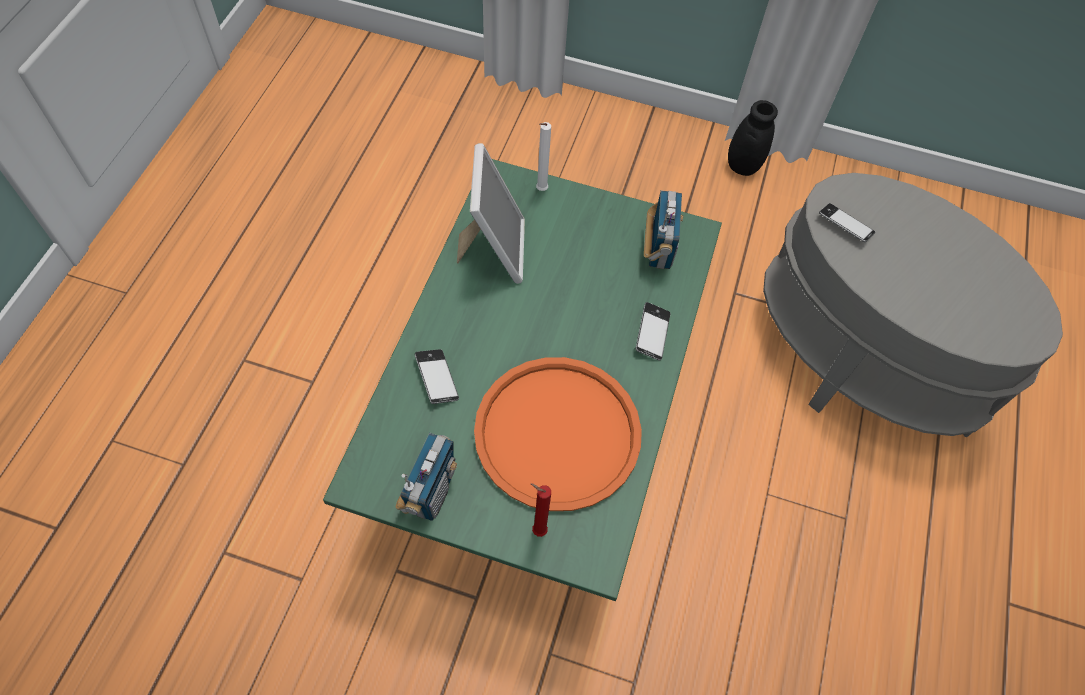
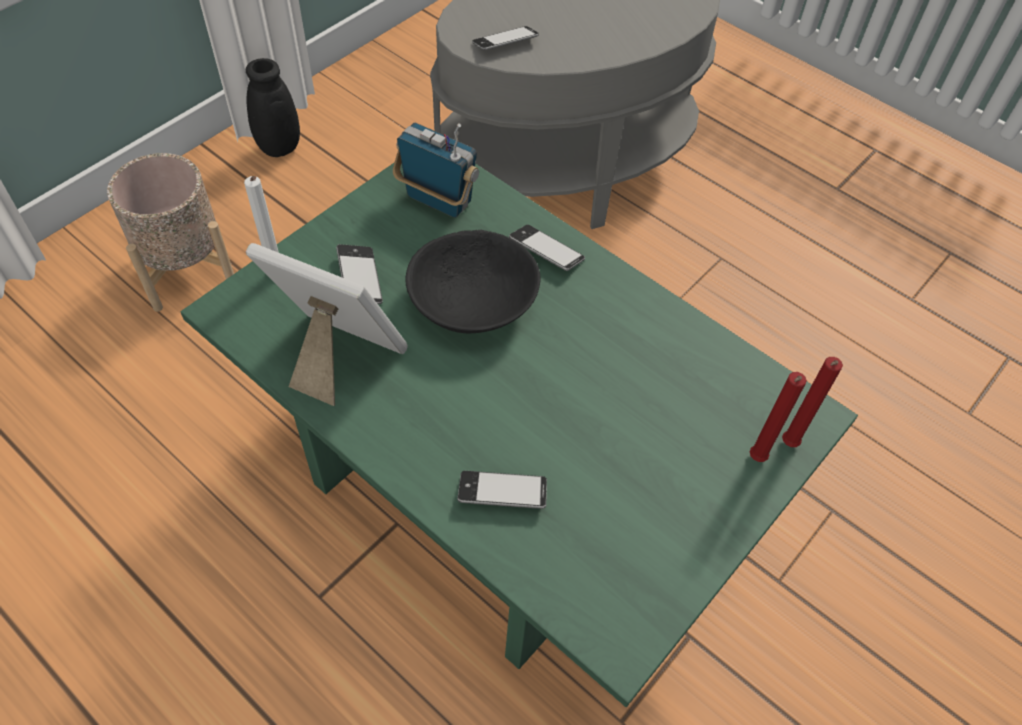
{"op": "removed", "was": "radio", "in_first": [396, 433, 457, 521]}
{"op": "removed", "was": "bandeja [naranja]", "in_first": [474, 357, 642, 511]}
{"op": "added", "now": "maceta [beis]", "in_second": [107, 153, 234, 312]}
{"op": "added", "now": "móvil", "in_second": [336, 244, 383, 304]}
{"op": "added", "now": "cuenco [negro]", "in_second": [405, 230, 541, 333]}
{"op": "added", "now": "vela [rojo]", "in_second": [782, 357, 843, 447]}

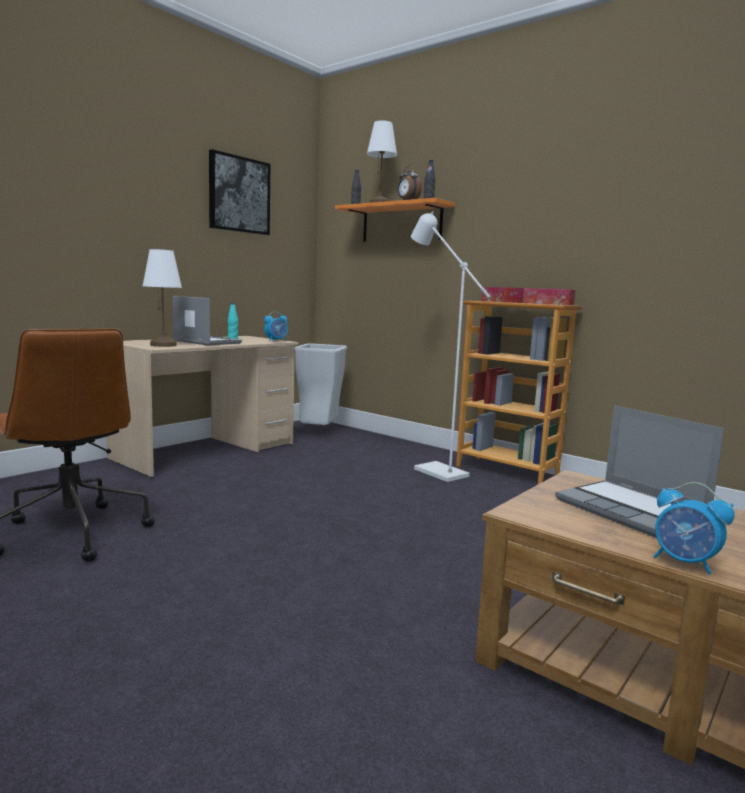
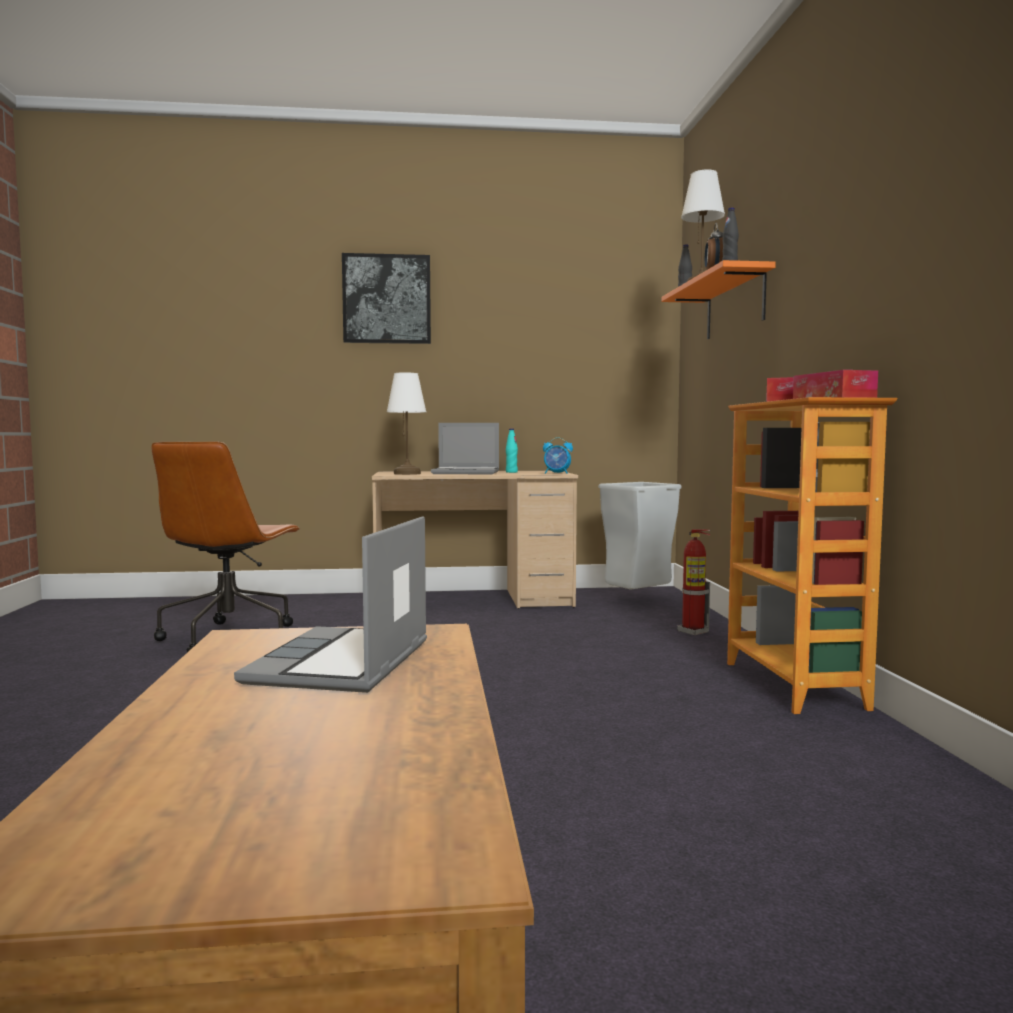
{"op": "removed", "was": "lámpara de pie [blanco]", "in_first": [411, 211, 491, 482]}
{"op": "removed", "was": "despertador", "in_first": [653, 482, 735, 575]}
{"op": "added", "now": "extintor", "in_second": [677, 529, 710, 635]}
{"op": "moved", "was": "cuadro", "in_first": [209, 149, 270, 235], "in_second": [342, 253, 431, 344]}
{"op": "turned", "was": "portátil", "in_first": [172, 296, 242, 346], "in_second": [431, 423, 499, 474], "clockwise": 105}

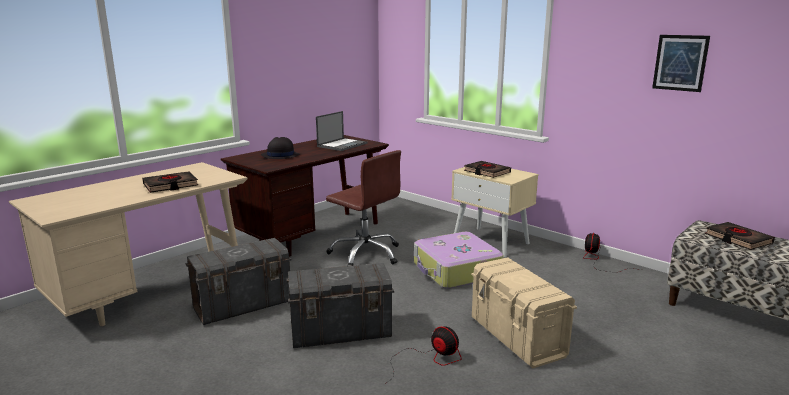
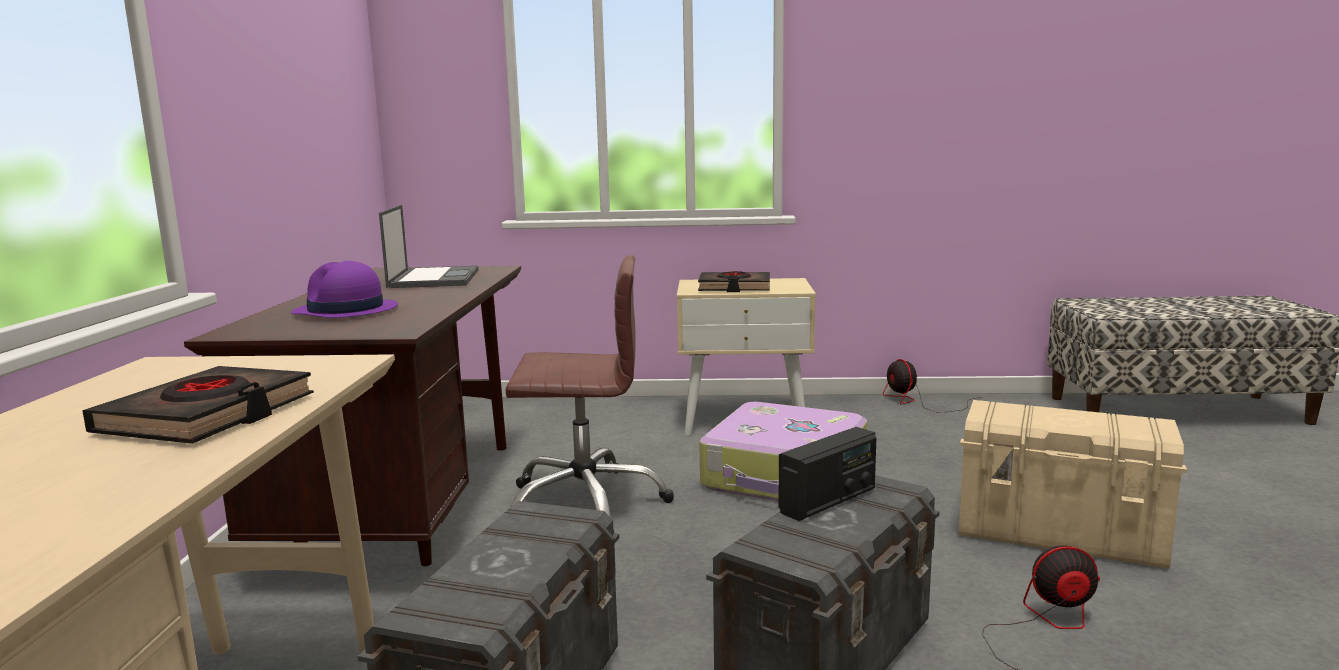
{"op": "removed", "was": "cuadro", "in_first": [652, 35, 710, 92]}
{"op": "removed", "was": "libro [negro]", "in_first": [705, 222, 775, 250]}
{"op": "added", "now": "radio", "in_second": [778, 427, 876, 521]}
{"op": "recoloured", "was": "sombrero [negro]", "now": "sombrero [morado]", "in_first": [261, 137, 299, 159], "in_second": [291, 261, 398, 318]}

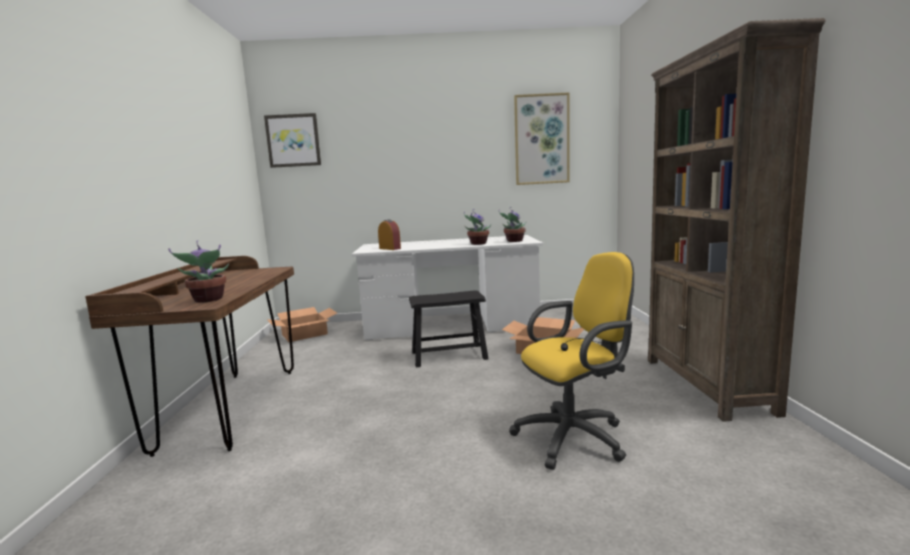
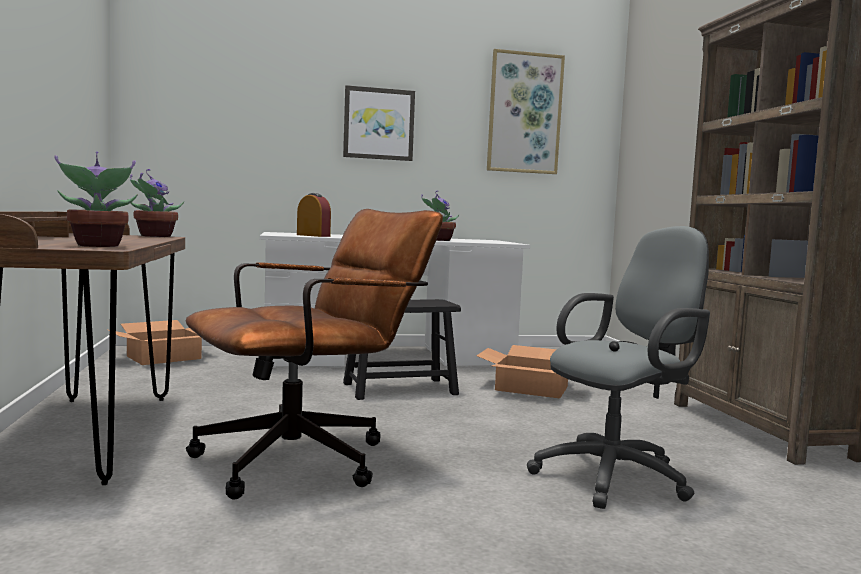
{"op": "added", "now": "silla de oficina [marrón]", "in_second": [186, 209, 443, 500]}
{"op": "moved", "was": "cuadro", "in_first": [264, 113, 321, 168], "in_second": [343, 85, 415, 161]}
{"op": "moved", "was": "planta en maceta", "in_first": [499, 209, 526, 242], "in_second": [130, 169, 184, 237]}
{"op": "recoloured", "was": "silla de oficina [amarillo]", "now": "silla de oficina [gris]", "in_first": [509, 252, 634, 470], "in_second": [527, 226, 710, 509]}

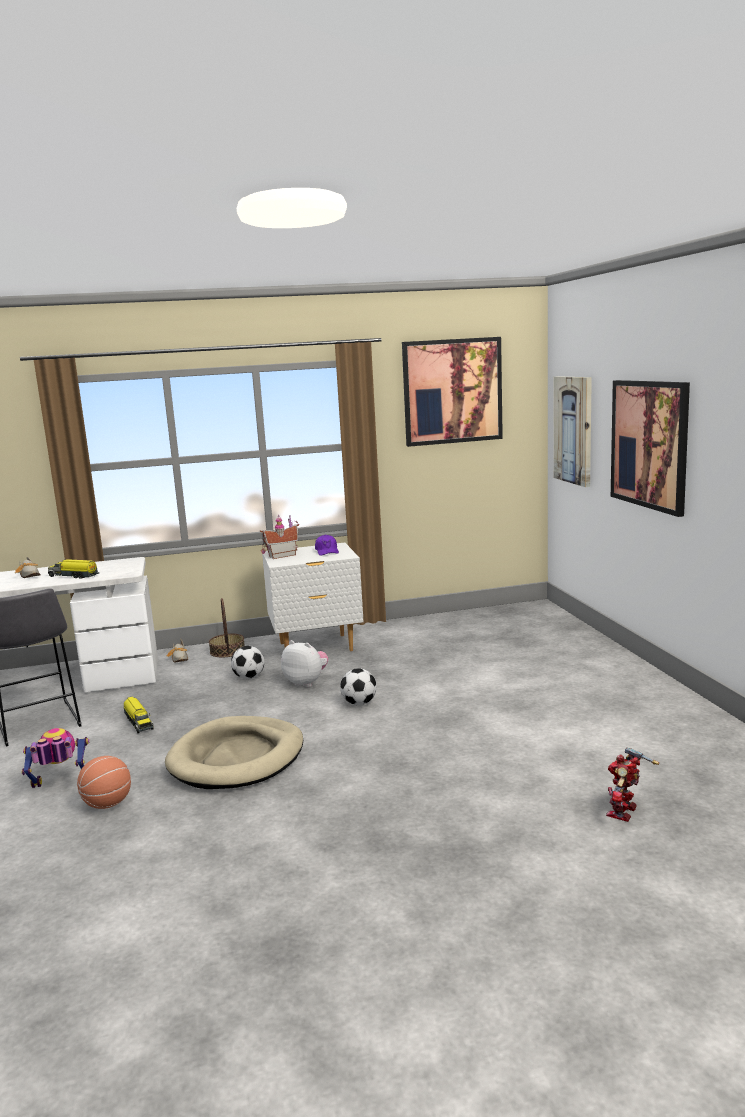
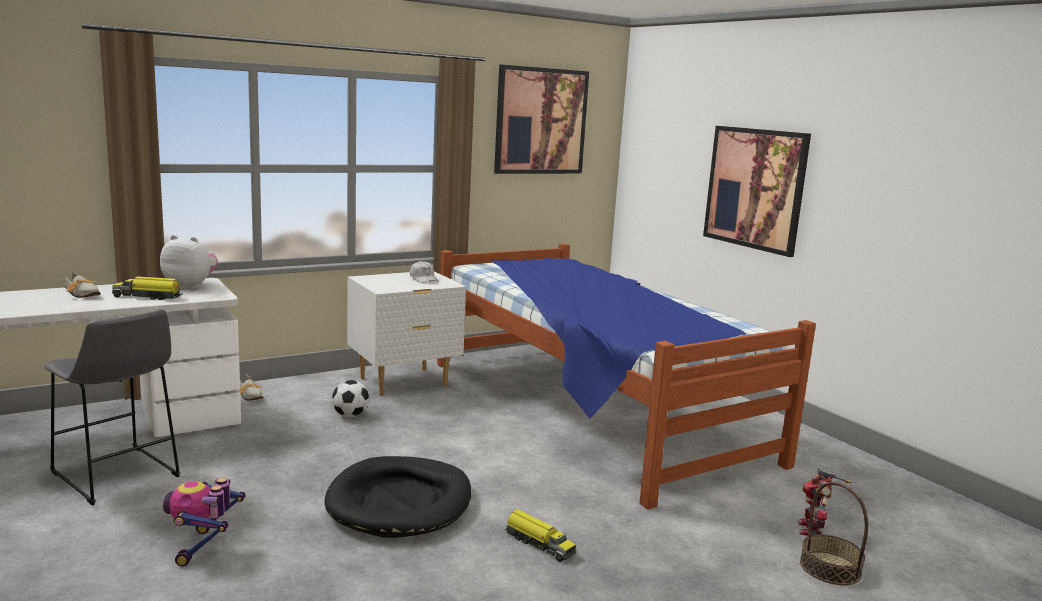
{"op": "removed", "was": "balón de baloncesto", "in_first": [77, 756, 131, 809]}
{"op": "removed", "was": "casita", "in_first": [260, 515, 299, 559]}
{"op": "removed", "was": "balón de fútbol", "in_first": [340, 668, 377, 705]}
{"op": "removed", "was": "cuadro", "in_first": [553, 376, 592, 487]}
{"op": "added", "now": "cama", "in_second": [437, 243, 816, 510]}
{"op": "moved", "was": "camión de juguete", "in_first": [124, 696, 154, 733], "in_second": [505, 509, 576, 562]}
{"op": "moved", "was": "cesta", "in_first": [209, 598, 245, 658], "in_second": [800, 482, 868, 585]}
{"op": "moved", "was": "peluche", "in_first": [281, 640, 328, 688], "in_second": [160, 235, 218, 290]}
{"op": "recoloured", "was": "cama para perro [beis]", "now": "cama para perro [negro]", "in_first": [165, 716, 303, 789], "in_second": [325, 456, 471, 538]}
{"op": "recoloured", "was": "gorra [morado]", "now": "gorra [blanco]", "in_first": [315, 534, 339, 556], "in_second": [410, 261, 439, 283]}
{"op": "turned", "was": "robot de juguete", "in_first": [21, 728, 89, 788], "in_second": [163, 478, 246, 566], "clockwise": -60}

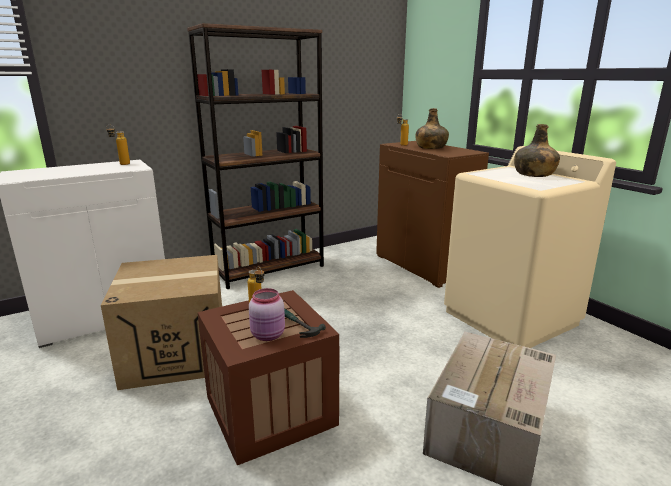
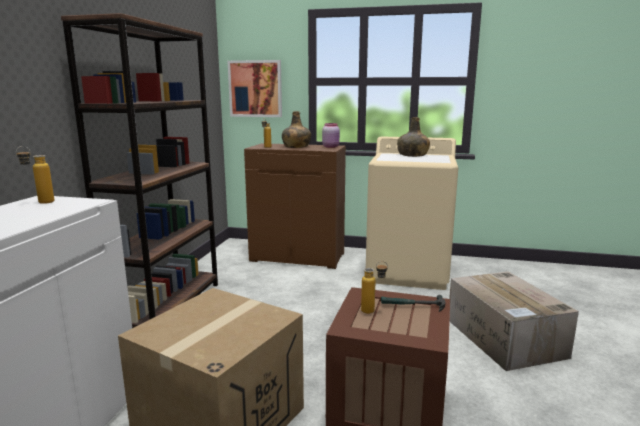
{"op": "added", "now": "cuadro", "in_second": [227, 60, 282, 117]}
{"op": "moved", "was": "tarro [rosa]", "in_first": [249, 288, 285, 341], "in_second": [322, 123, 340, 148]}

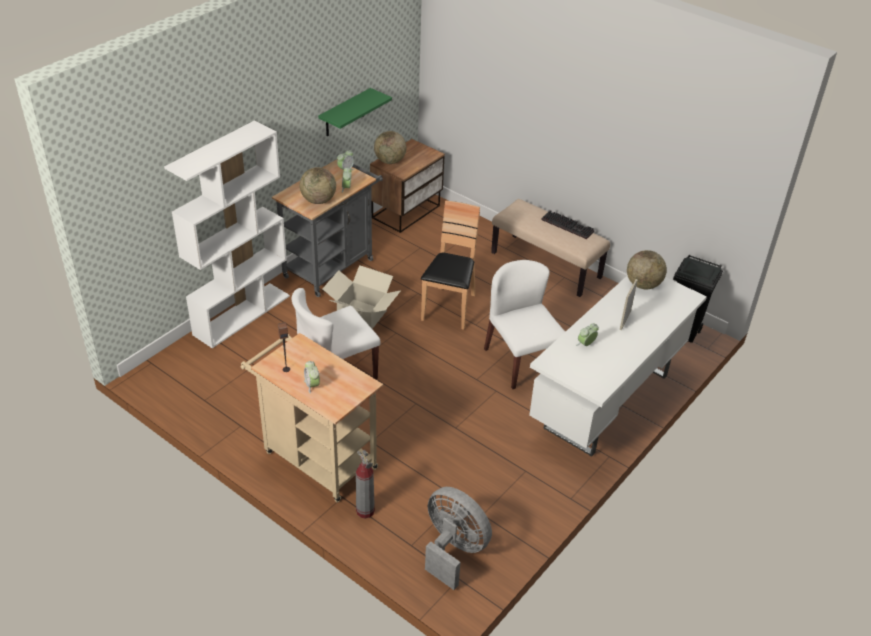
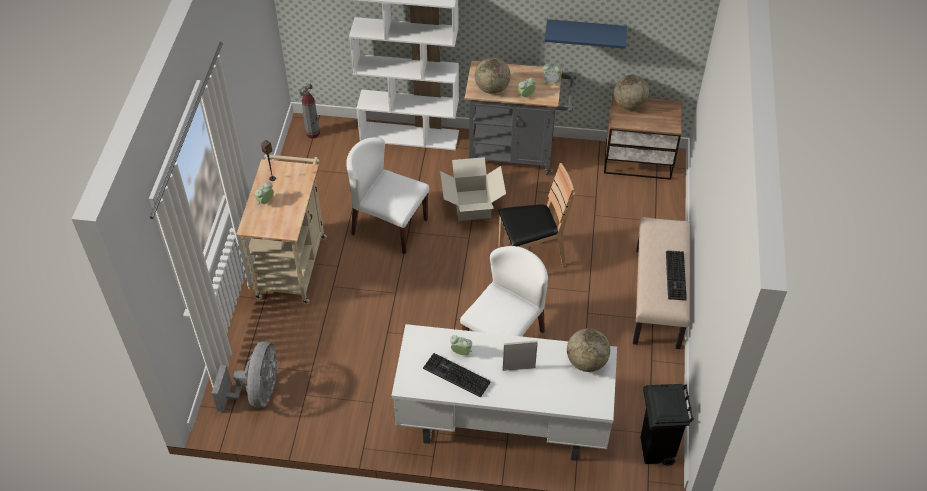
{"op": "added", "now": "teclado", "in_second": [423, 353, 491, 398]}
{"op": "moved", "was": "extintor", "in_first": [356, 450, 375, 519], "in_second": [299, 83, 320, 139]}
{"op": "recoloured", "was": "estante [verde]", "now": "estante [azul]", "in_first": [318, 88, 392, 136], "in_second": [544, 19, 627, 49]}

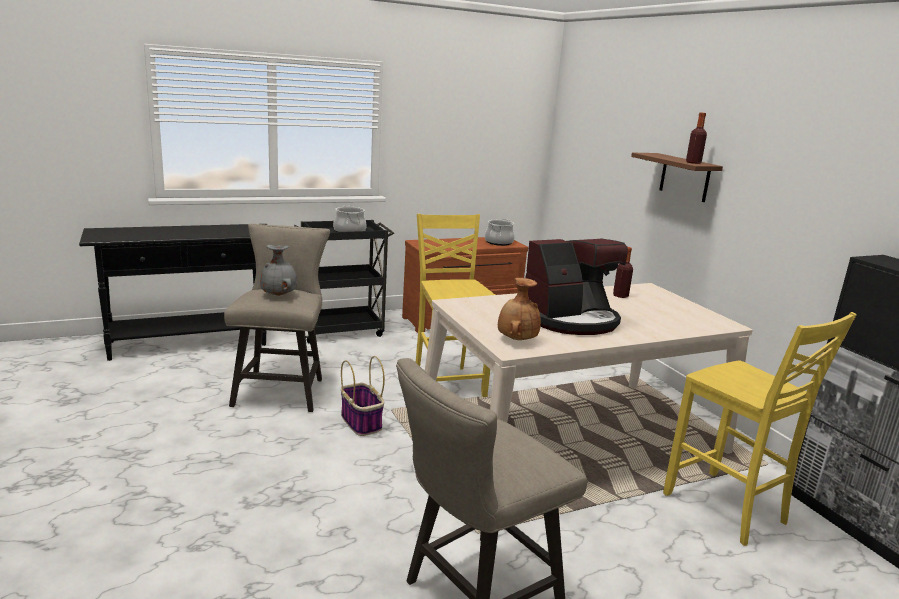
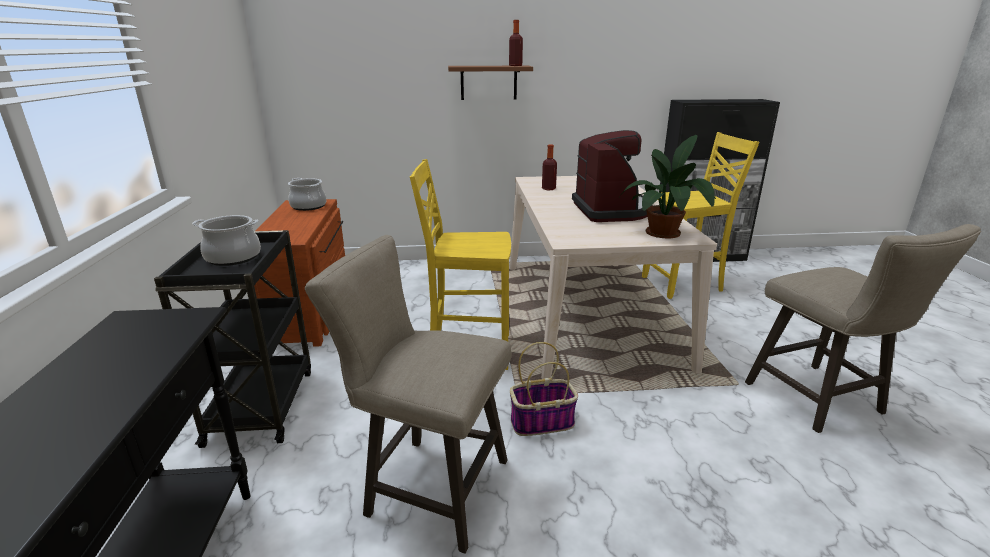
{"op": "removed", "was": "florero [gris]", "in_first": [260, 245, 297, 296]}
{"op": "replaced", "was": "florero [marrón]", "now": "planta en maceta", "in_first": [498, 278, 541, 340], "in_second": [619, 135, 716, 238]}

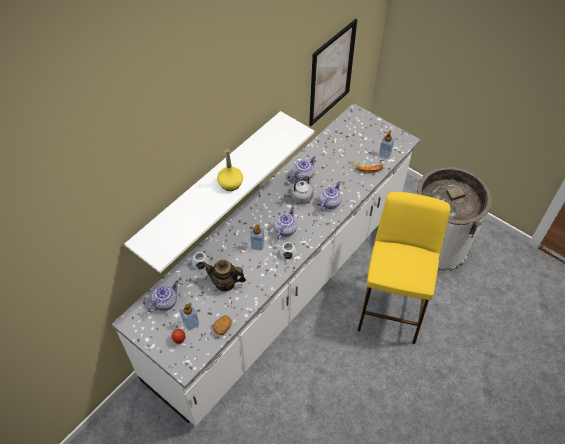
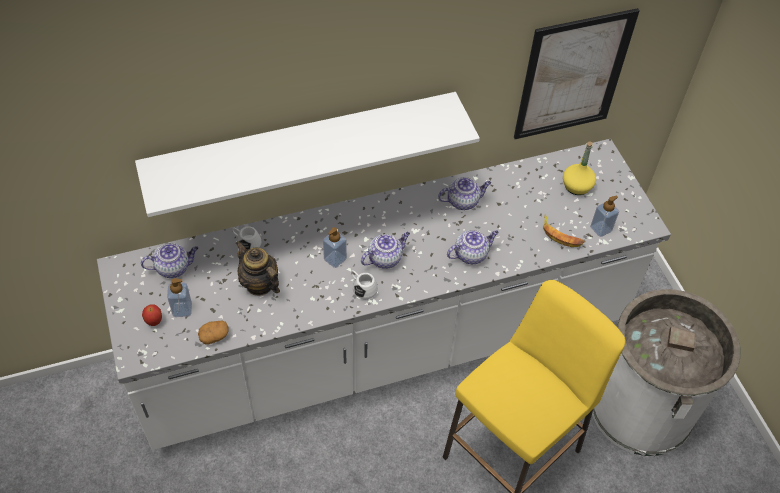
{"op": "removed", "was": "hervidor [gris]", "in_first": [285, 176, 314, 204]}
{"op": "moved", "was": "botella [amarillo]", "in_first": [217, 148, 243, 191], "in_second": [563, 141, 596, 195]}

